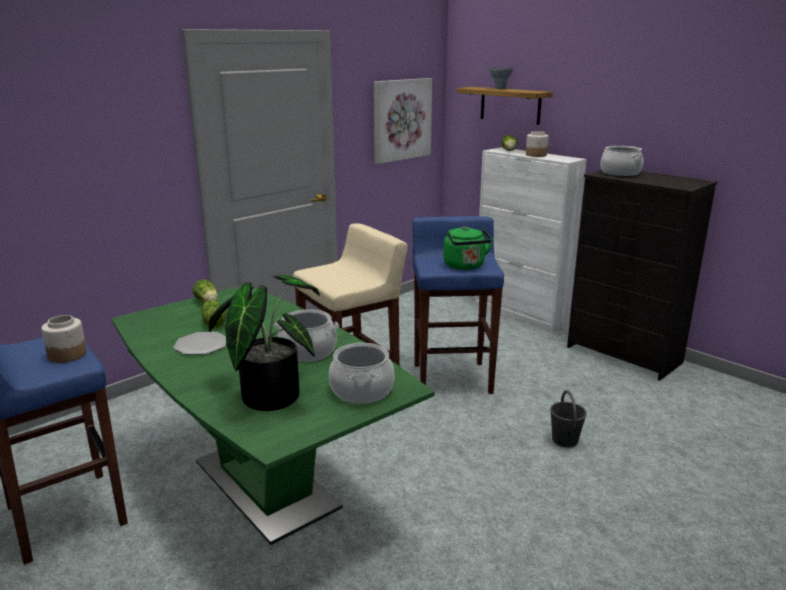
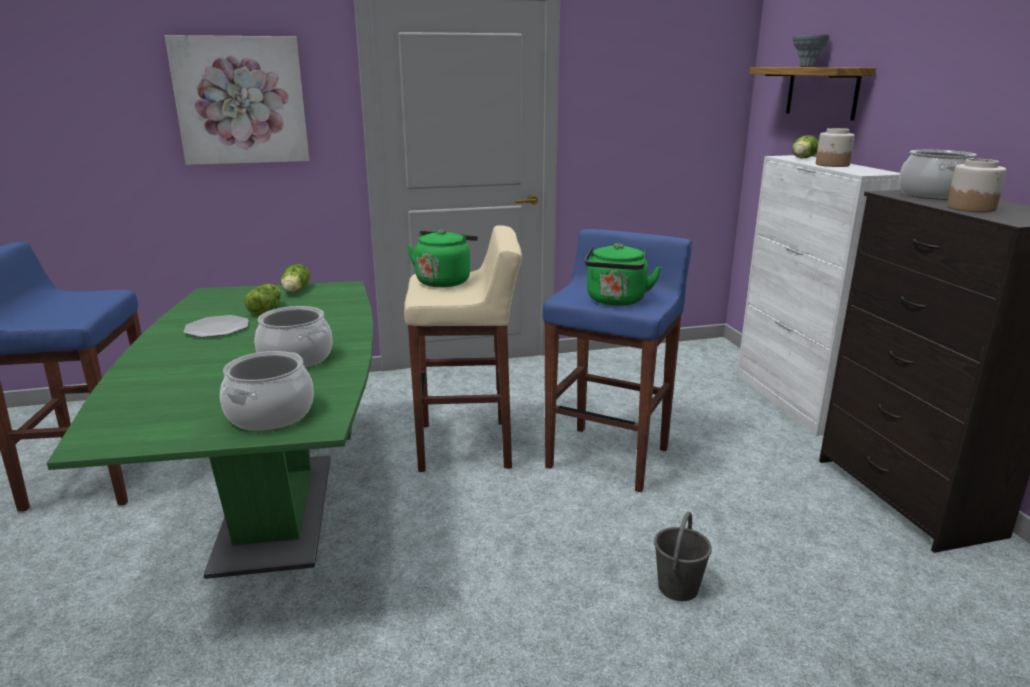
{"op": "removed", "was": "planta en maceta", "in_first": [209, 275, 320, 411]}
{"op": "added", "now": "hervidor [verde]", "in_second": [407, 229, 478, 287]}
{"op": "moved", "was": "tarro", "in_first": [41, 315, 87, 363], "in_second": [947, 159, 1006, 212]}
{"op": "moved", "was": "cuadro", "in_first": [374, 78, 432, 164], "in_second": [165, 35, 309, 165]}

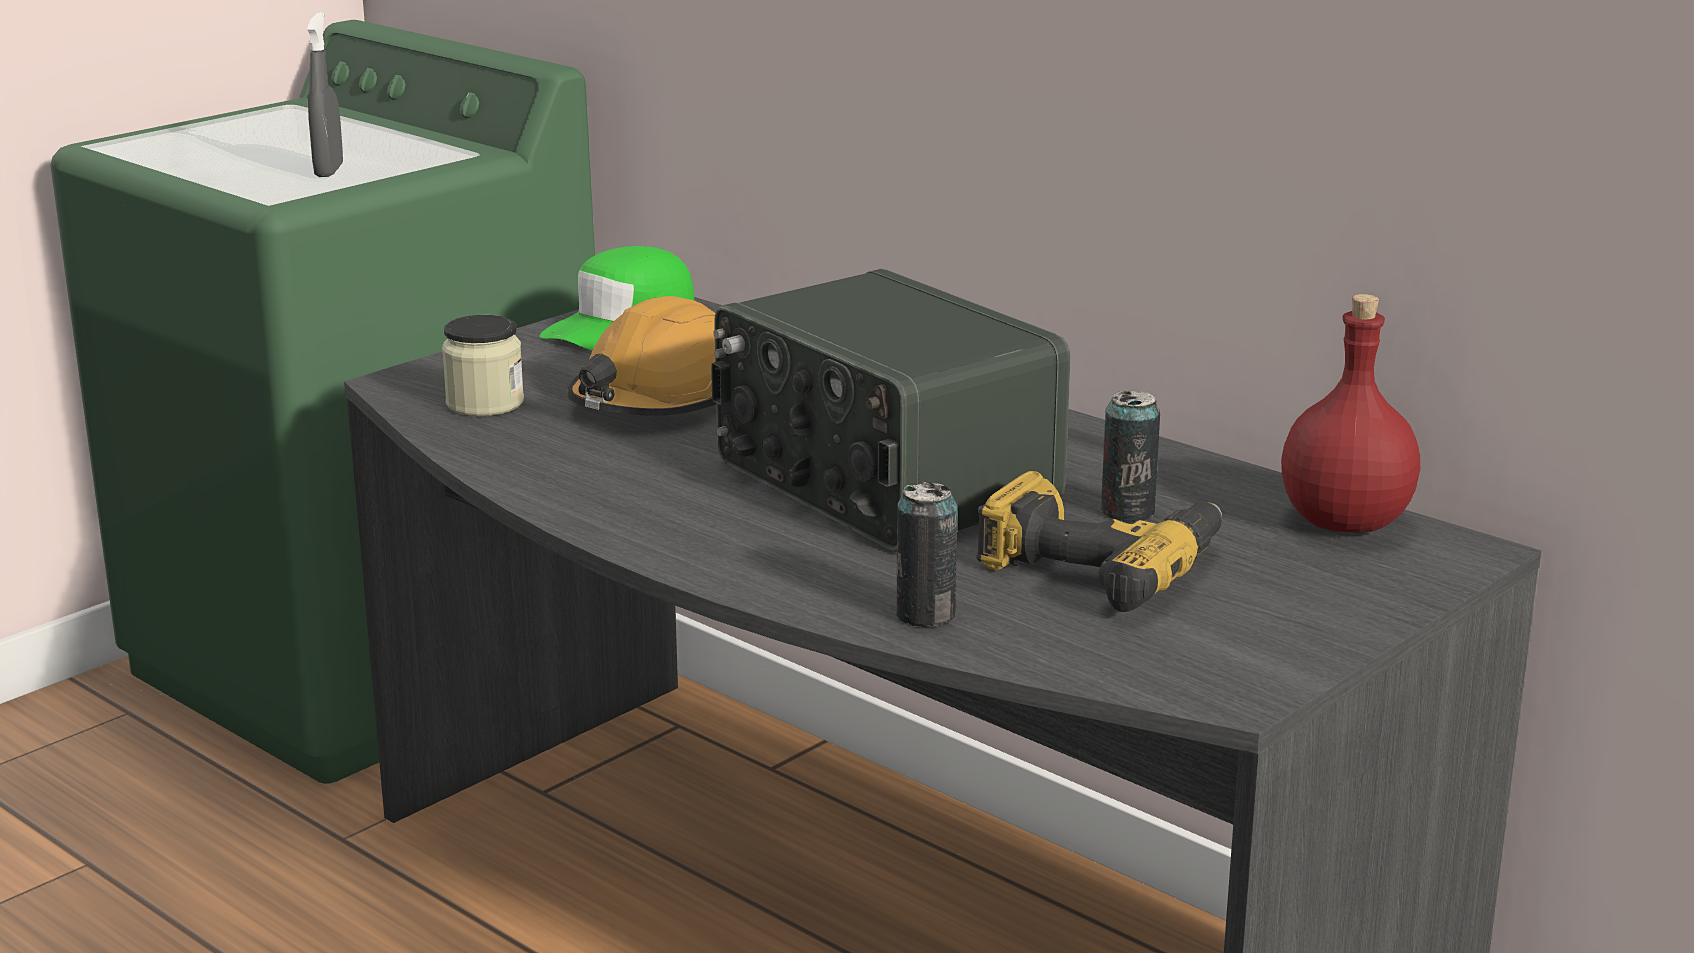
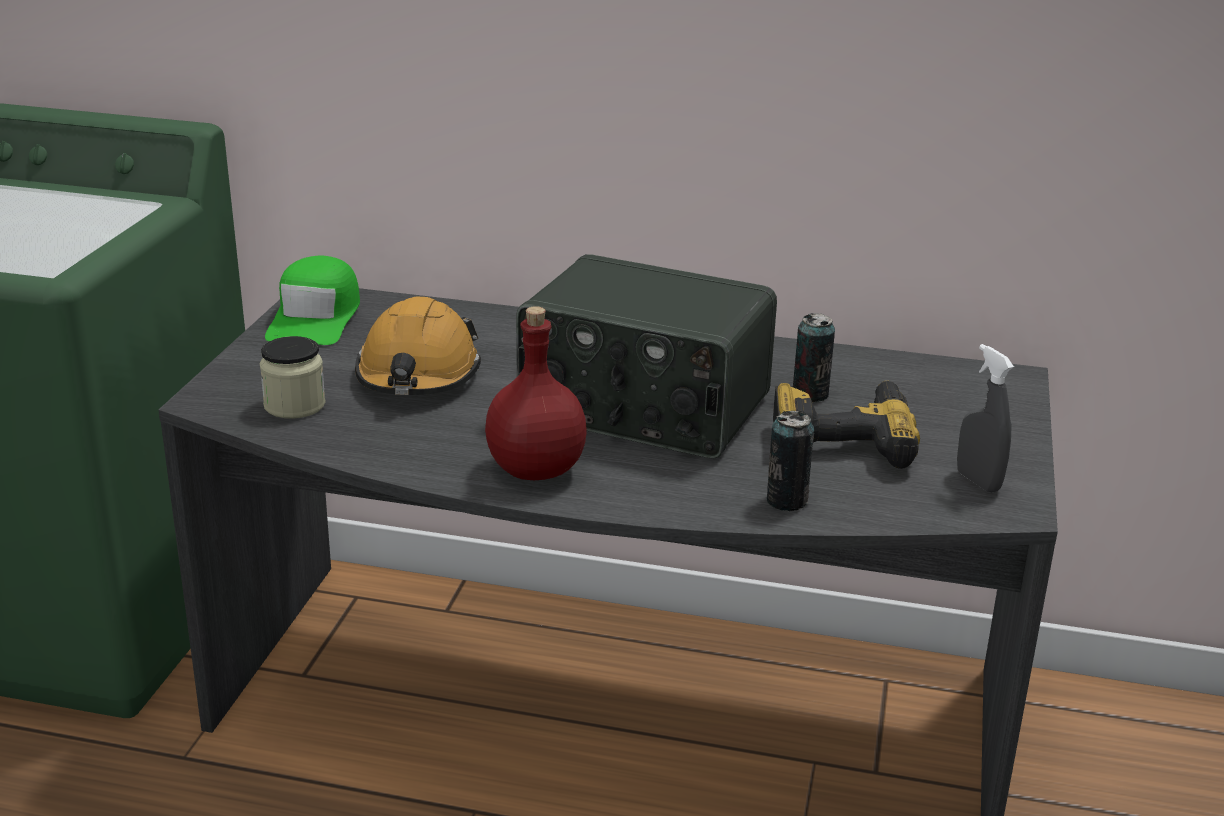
{"op": "moved", "was": "pulverizador [gris]", "in_first": [307, 12, 343, 177], "in_second": [957, 344, 1014, 493]}
{"op": "moved", "was": "botella [rojo]", "in_first": [1281, 294, 1420, 533], "in_second": [485, 306, 587, 480]}

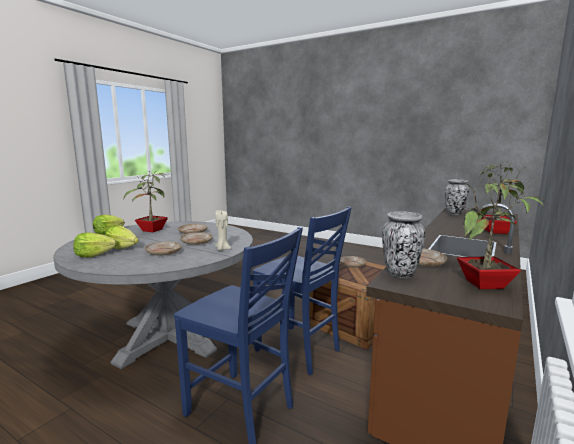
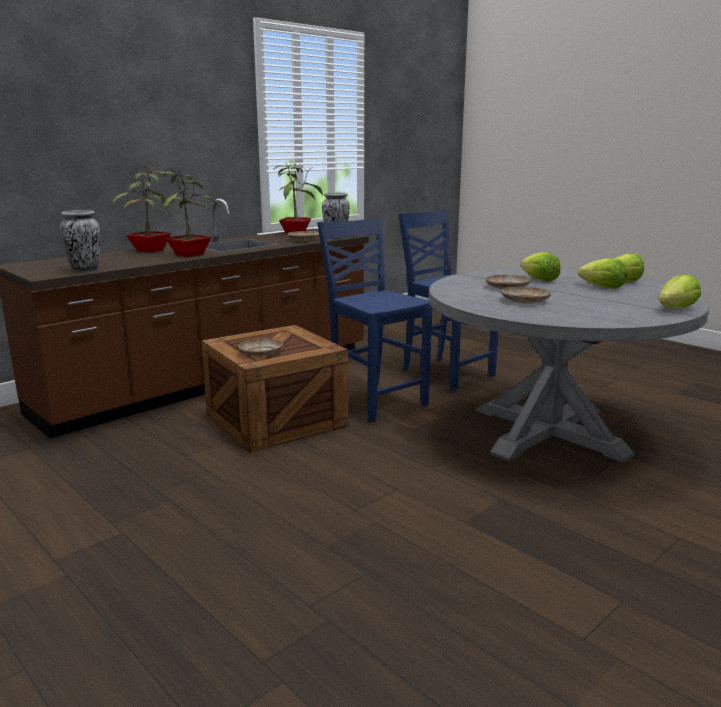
{"op": "removed", "was": "vela [beis]", "in_first": [215, 210, 231, 251]}
{"op": "moved", "was": "planta en maceta", "in_first": [123, 170, 168, 232], "in_second": [157, 168, 221, 257]}
{"op": "replaced", "was": "plato [beis]", "now": "lechuga", "in_first": [145, 242, 182, 256], "in_second": [520, 252, 561, 282]}

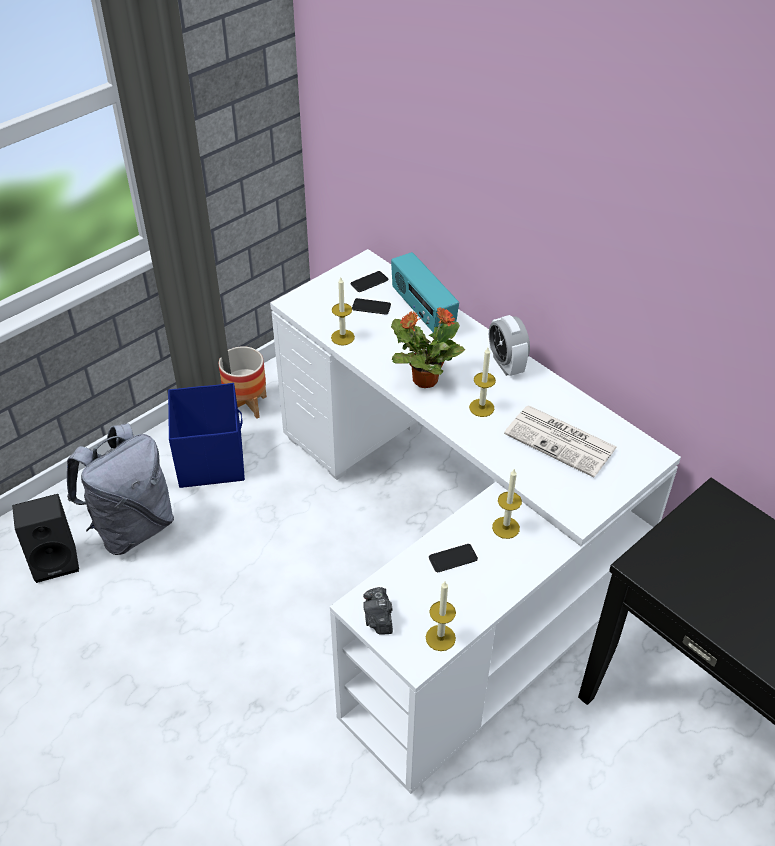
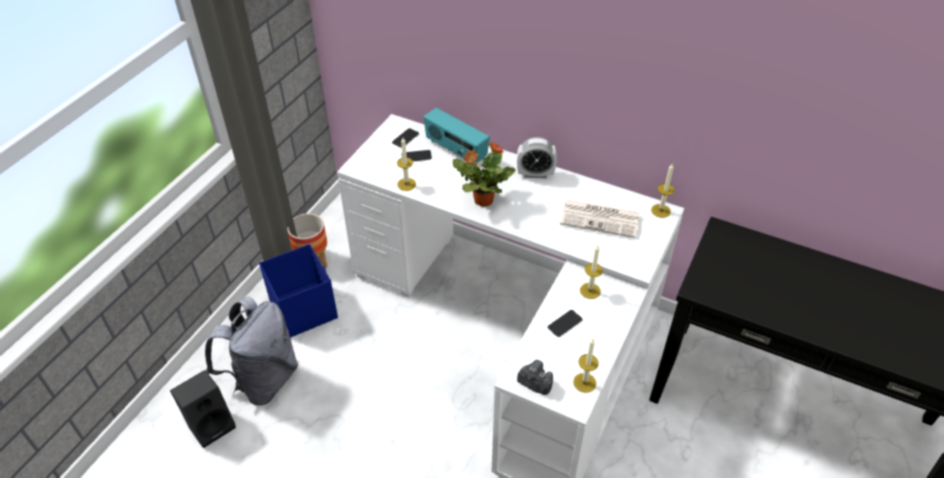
{"op": "moved", "was": "vela", "in_first": [469, 348, 496, 417], "in_second": [651, 164, 675, 218]}
{"op": "turned", "was": "cámara", "in_first": [363, 587, 393, 635], "in_second": [517, 360, 553, 395], "clockwise": 150}
{"op": "turned", "was": "despertador", "in_first": [489, 315, 530, 376], "in_second": [517, 137, 557, 179], "clockwise": -45}

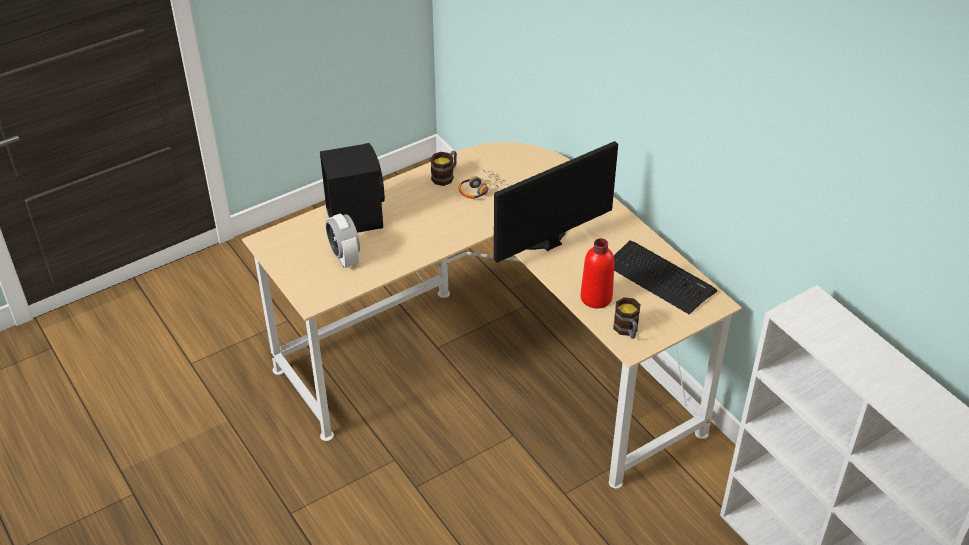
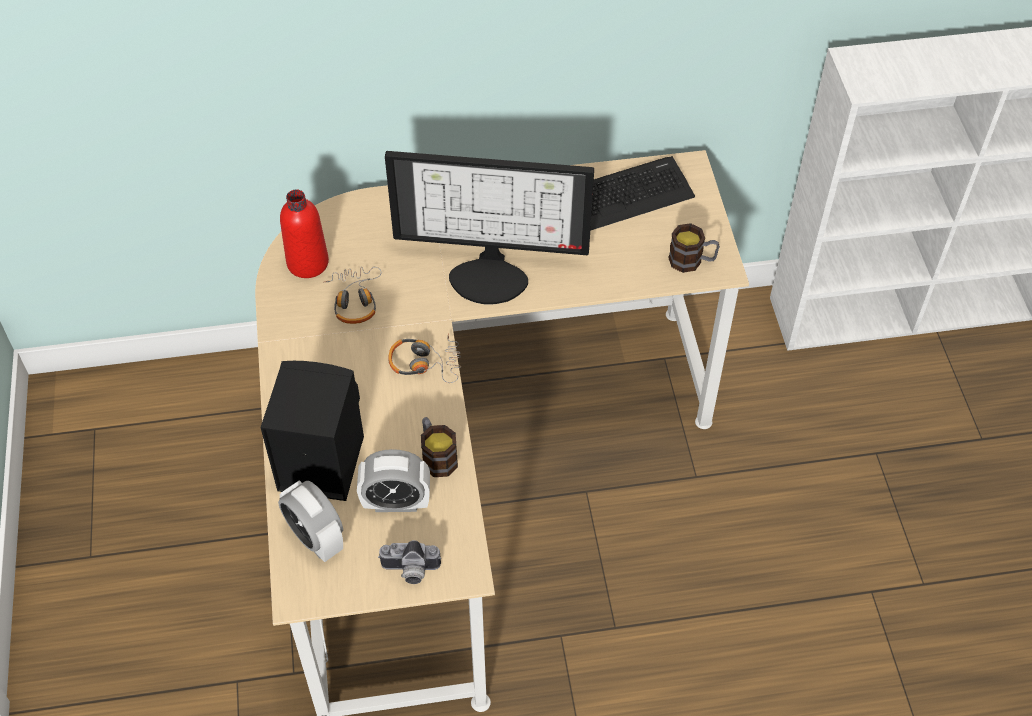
{"op": "added", "now": "despertador", "in_second": [278, 480, 343, 562]}
{"op": "added", "now": "cámara", "in_second": [378, 540, 441, 584]}
{"op": "added", "now": "auriculares", "in_second": [388, 333, 461, 383]}
{"op": "moved", "was": "taza grande", "in_first": [430, 151, 457, 186], "in_second": [421, 417, 458, 477]}
{"op": "moved", "was": "botella [rojo]", "in_first": [580, 238, 614, 309], "in_second": [280, 190, 329, 278]}
{"op": "turned", "was": "monitor", "in_first": [494, 141, 618, 263], "in_second": [385, 151, 594, 305], "clockwise": -75}

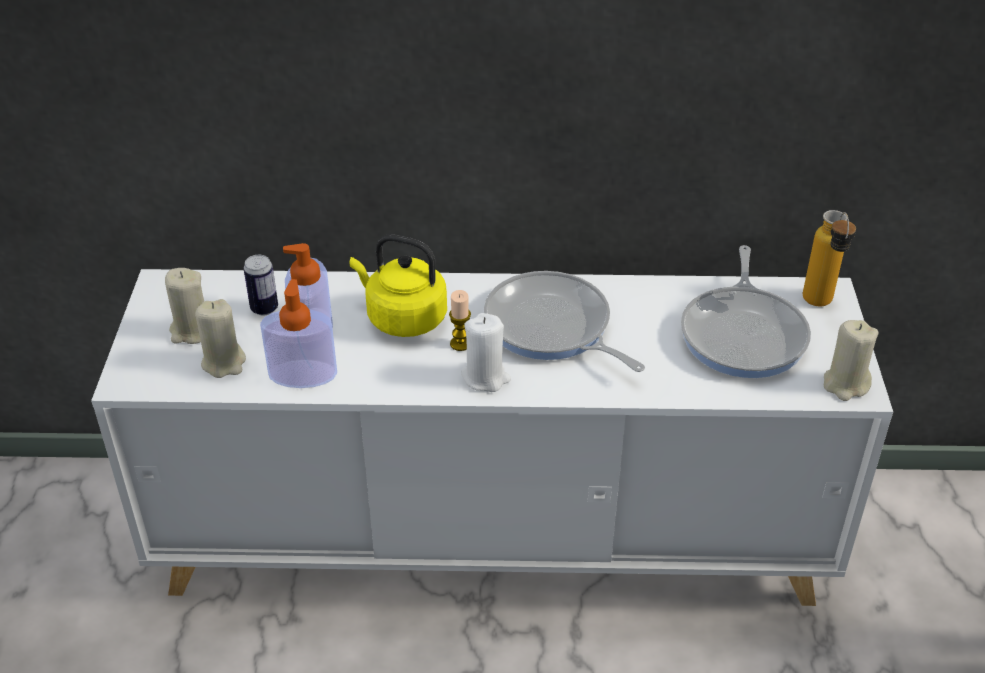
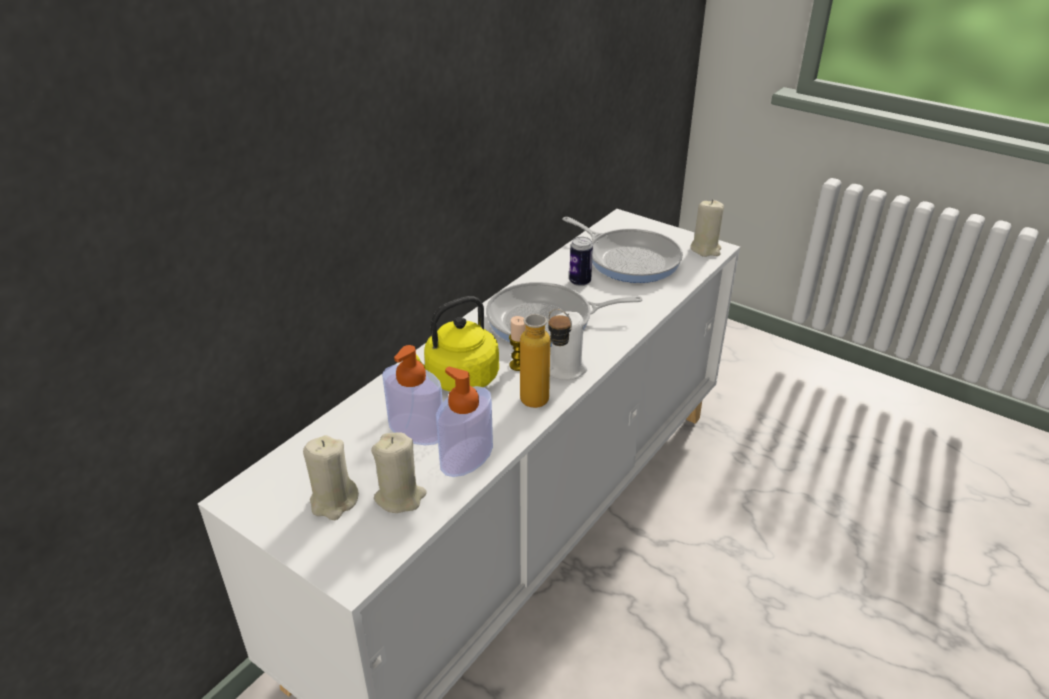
{"op": "moved", "was": "lata", "in_first": [243, 255, 278, 315], "in_second": [569, 237, 593, 286]}
{"op": "moved", "was": "botella", "in_first": [803, 210, 856, 307], "in_second": [520, 309, 572, 408]}

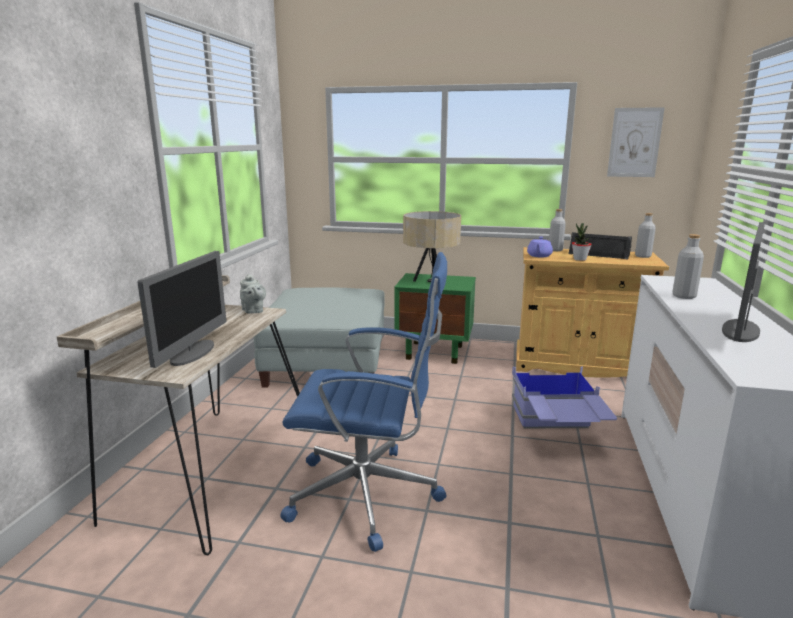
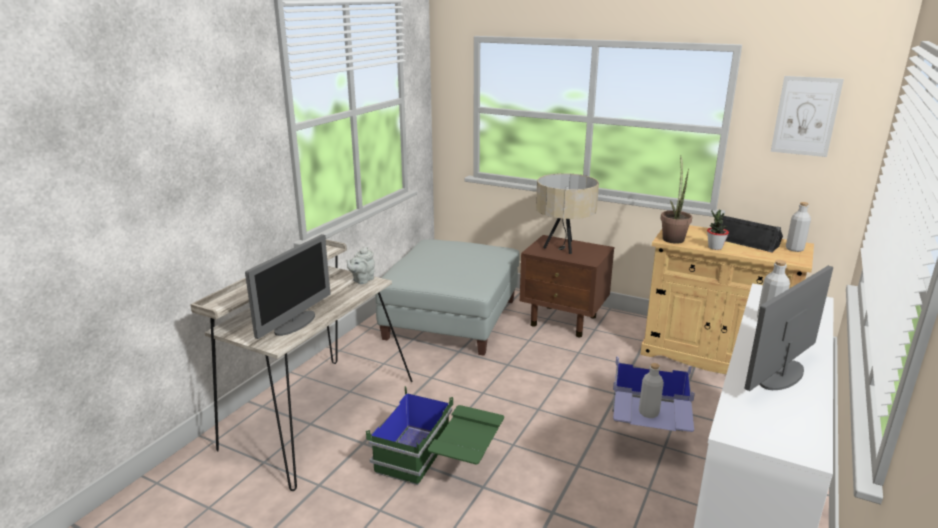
{"op": "moved", "was": "botella [gris]", "in_first": [549, 209, 566, 251], "in_second": [639, 363, 664, 418]}
{"op": "replaced", "was": "silla de oficina [azul]", "now": "caja de almacenaje [verde]", "in_first": [280, 252, 447, 552], "in_second": [366, 386, 504, 485]}
{"op": "replaced", "was": "tetera [morado]", "now": "planta en maceta", "in_first": [527, 237, 553, 258], "in_second": [660, 155, 692, 244]}
{"op": "recoloured", "was": "mesita de noche [verde]", "now": "mesita de noche [marrón]", "in_first": [394, 273, 476, 364], "in_second": [520, 235, 615, 337]}
{"op": "turned", "was": "tetera [gris]", "in_first": [240, 274, 266, 314], "in_second": [346, 247, 375, 284], "clockwise": 45}

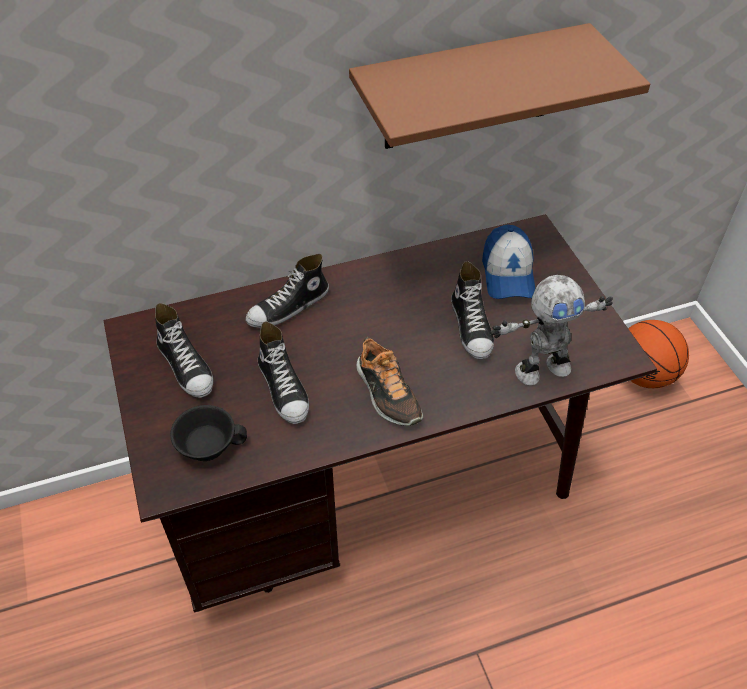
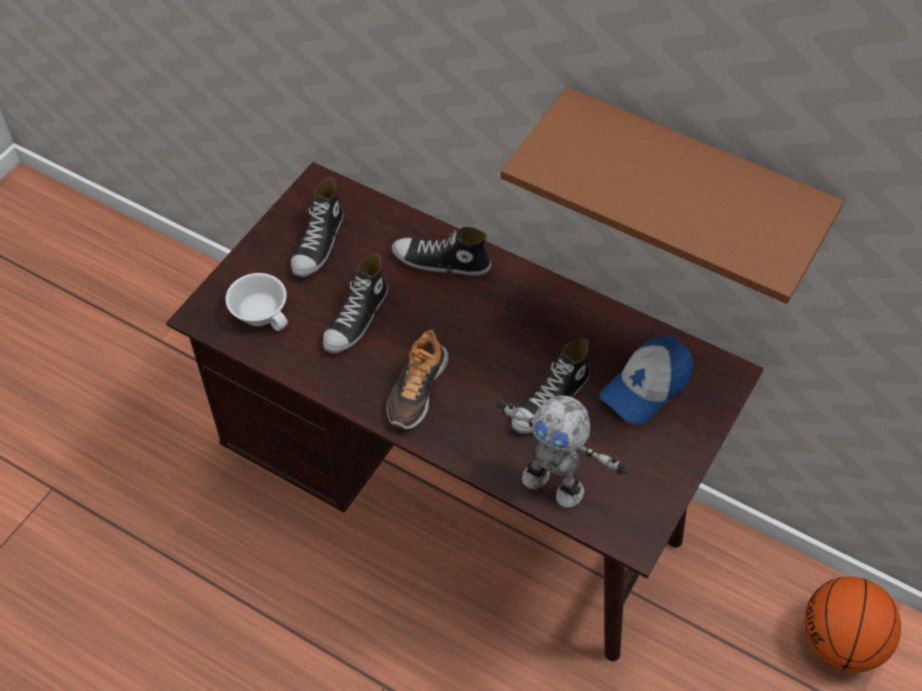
{"op": "recoloured", "was": "taza [negro]", "now": "taza [blanco]", "in_first": [170, 405, 247, 461], "in_second": [226, 273, 288, 331]}

